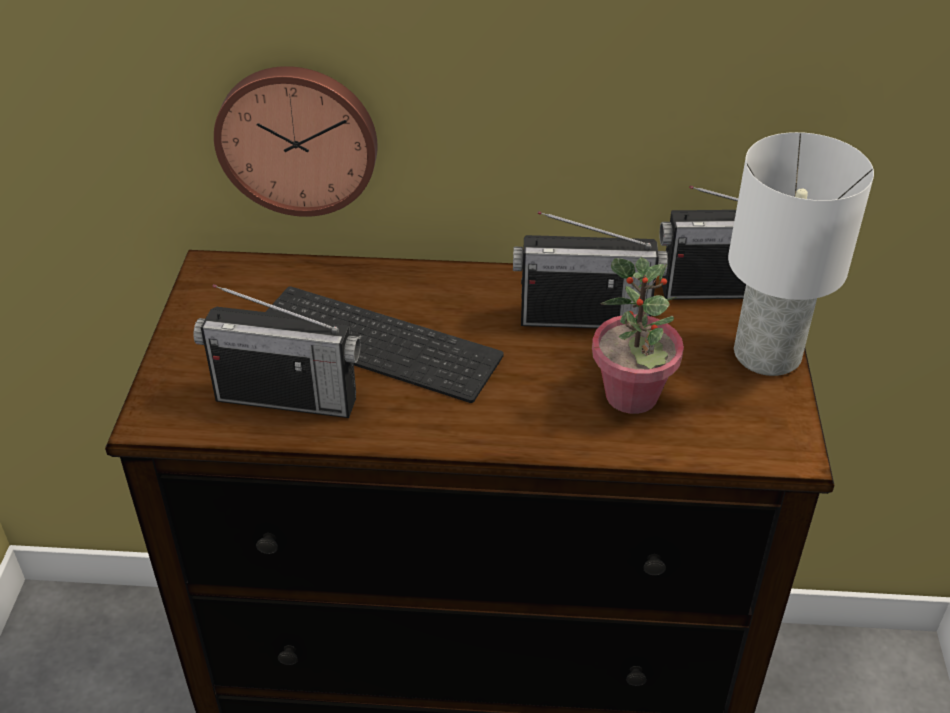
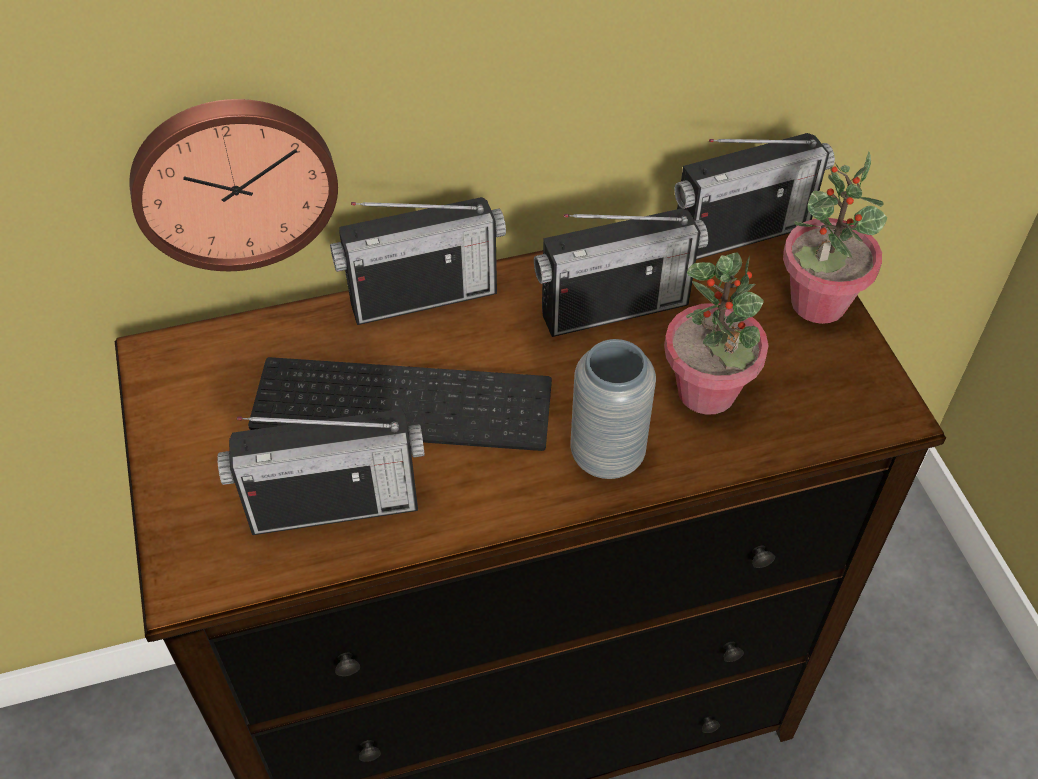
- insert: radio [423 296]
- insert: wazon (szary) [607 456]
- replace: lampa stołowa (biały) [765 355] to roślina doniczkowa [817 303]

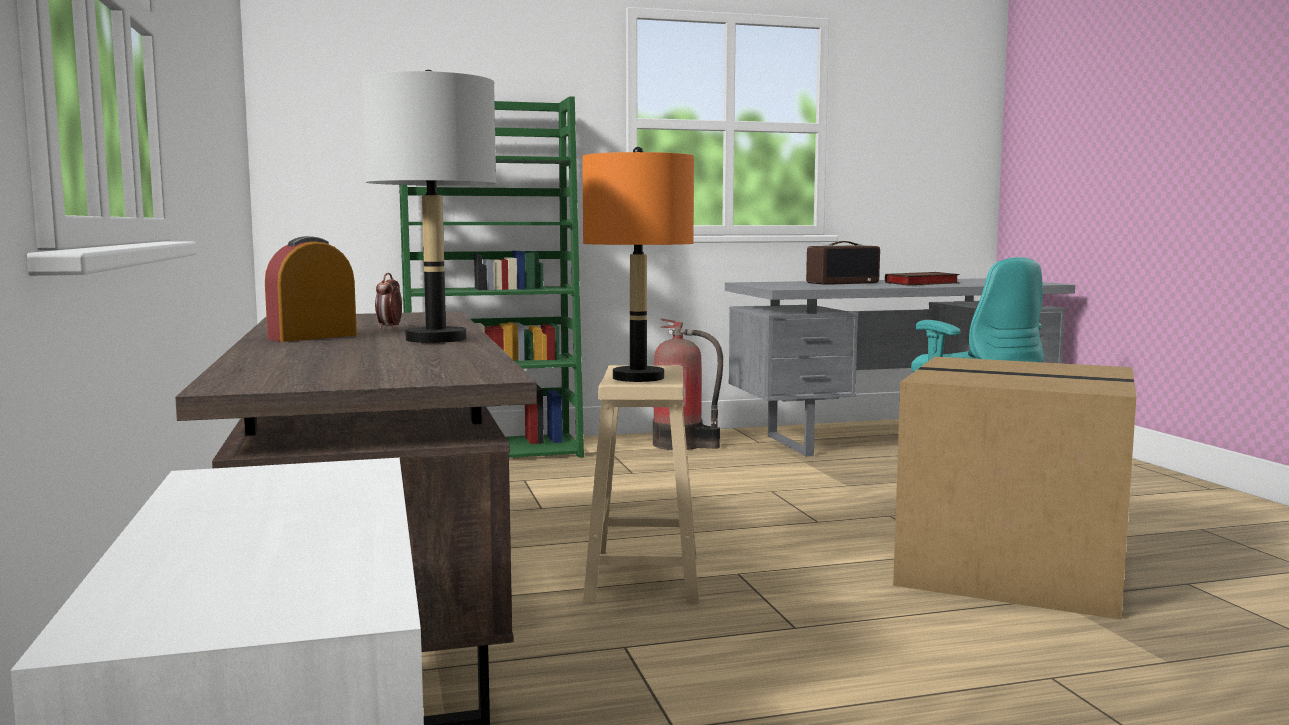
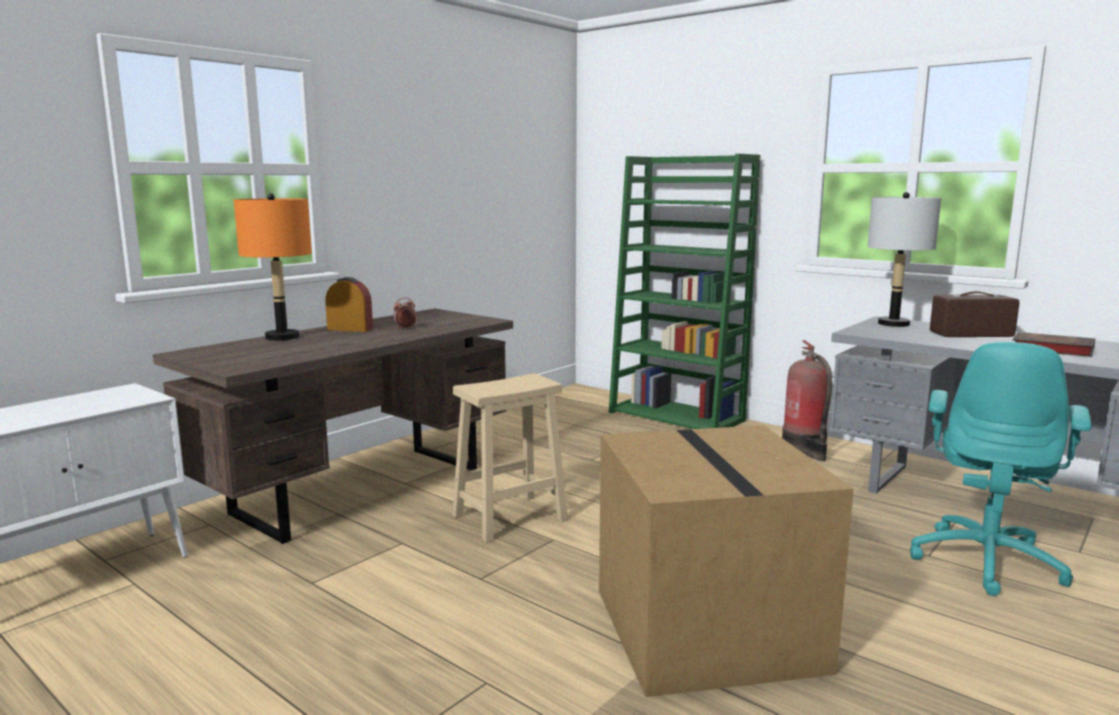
- move: lampa stołowa (szary) [437 339] to [894 324]
- move: lampa stołowa (pomarańczowy) [638 378] to [283 337]
- rotate: radio [842 283] = [971 334] 150 degrees clockwise

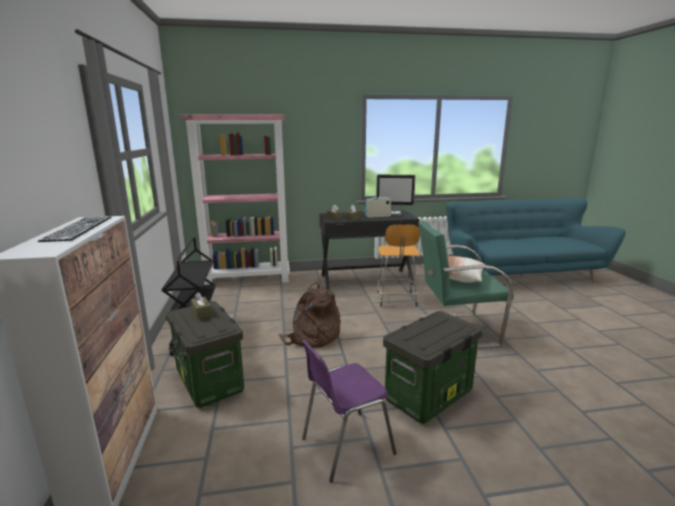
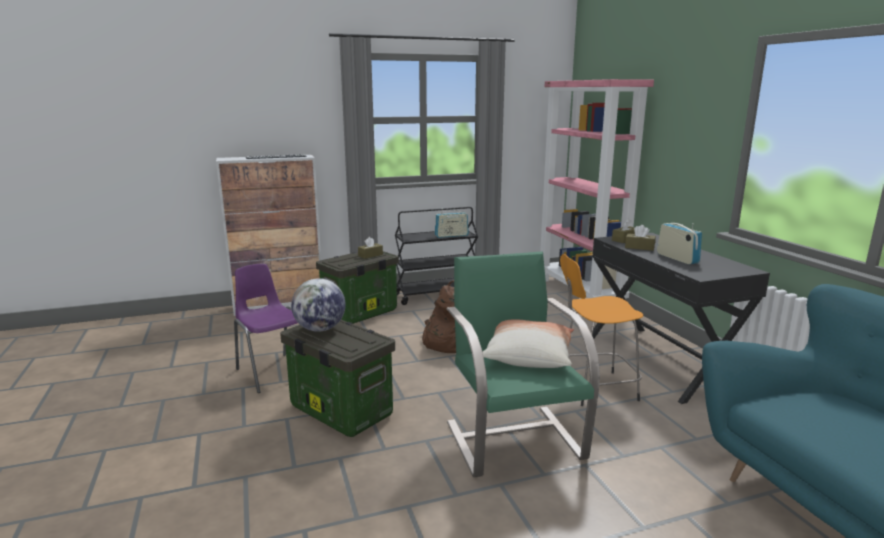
- delete: monitor [394 213]
- insert: globus [320 329]
- insert: radio [451 235]

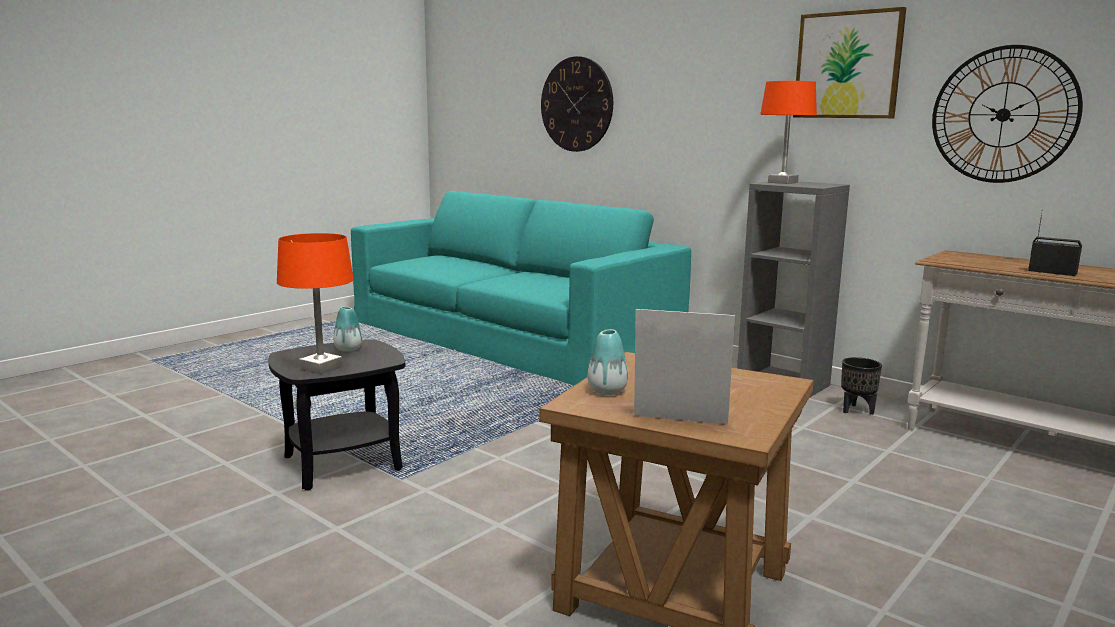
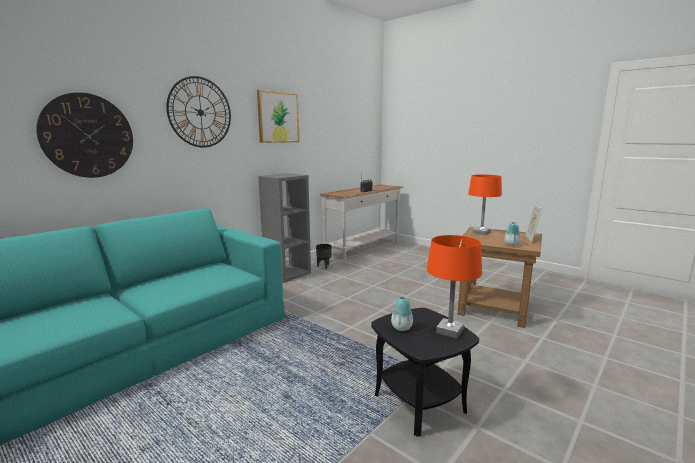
- move: lampa stołowa (pomarańczowy) [782 182] to [481 232]
- move: zegar ścienny [1003 115] to [200 112]

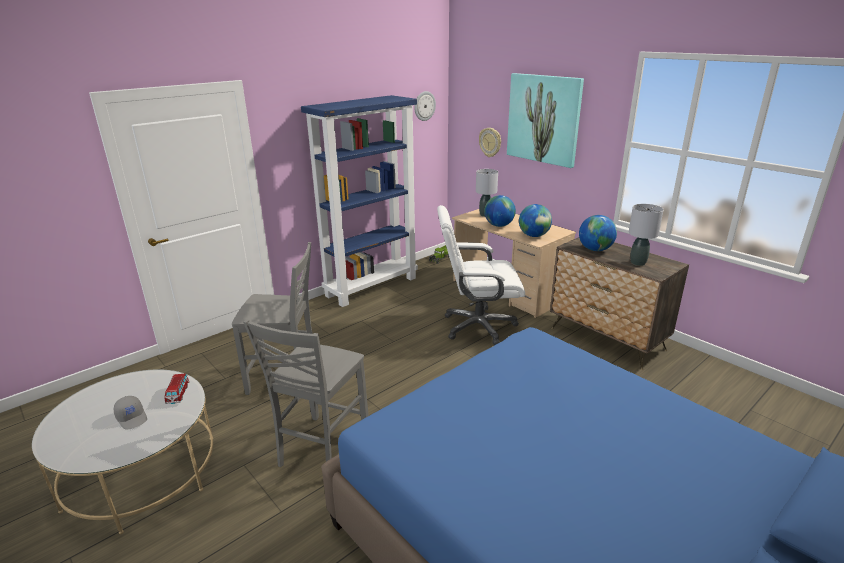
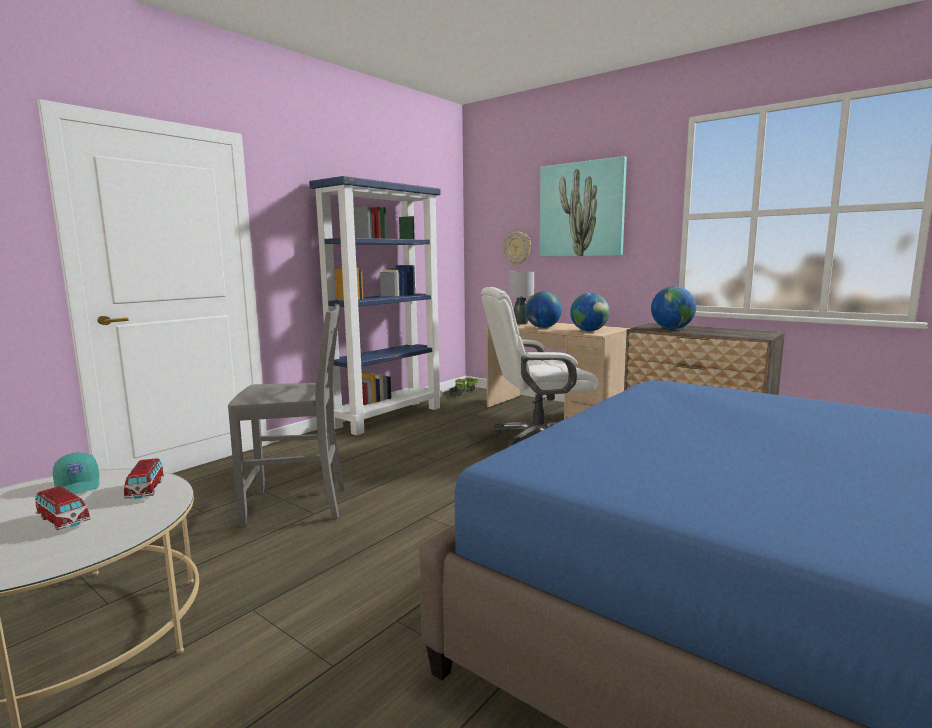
- delete: krzesło (szary) [322 449]
- delete: zegar ścienny [424 106]
- delete: lampa stołowa (szary) [638 263]
- insert: czapka z daszkiem (turkusowy) [79 485]
- replace: czapka z daszkiem (szary) [132 418] to samochodzik [63 520]

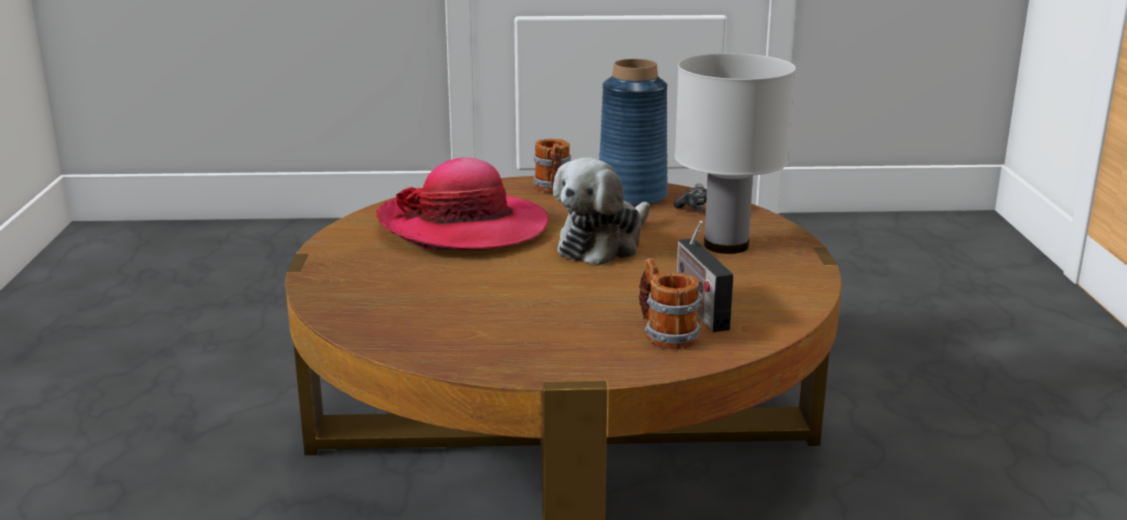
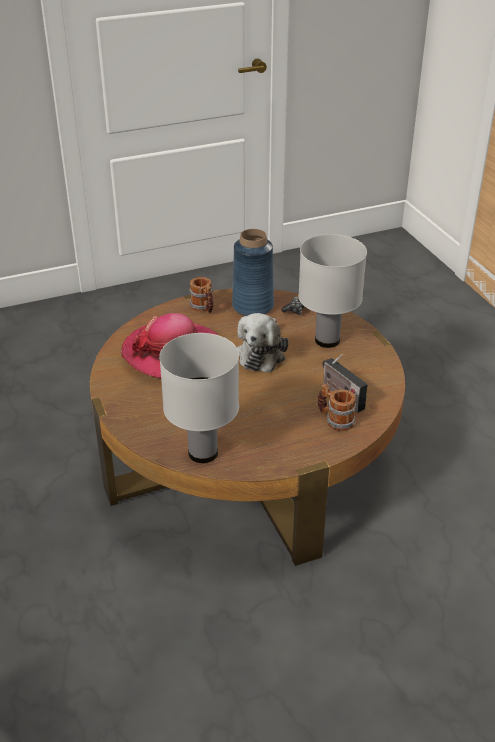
- insert: lampa stołowa (biały) [204 452]

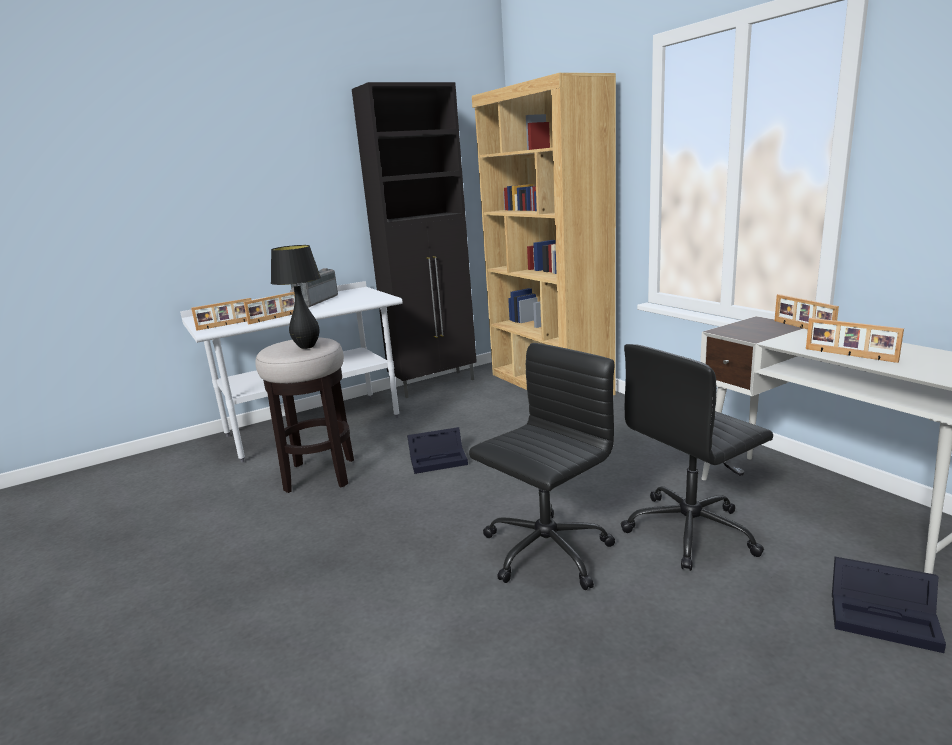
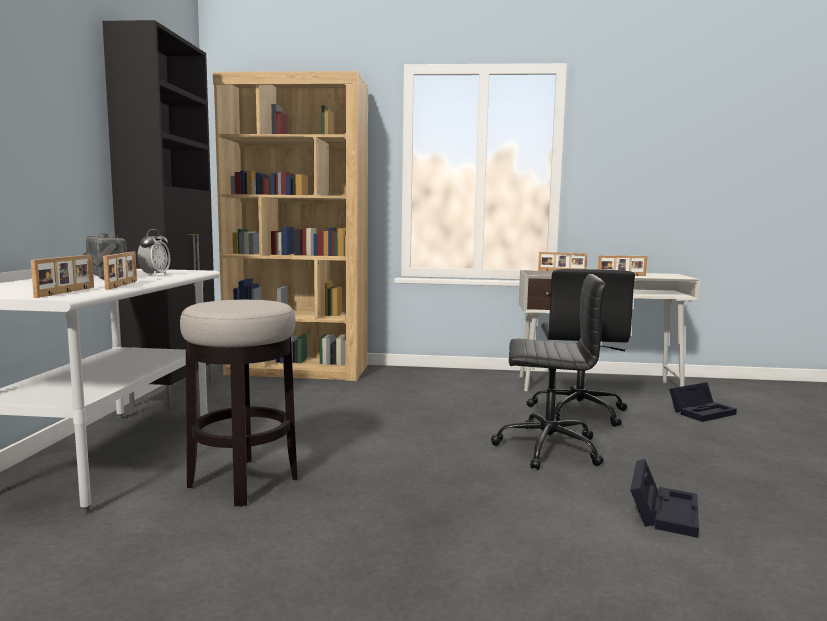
- delete: lampa stołowa (czarny) [307 347]
- insert: budzik [155 275]
- move: pojemnik do przechowywania (czarny) [439 459] to [662 511]
- rotate: krzesło biurowe (czarny) [544 552] = [546 447] 105 degrees clockwise

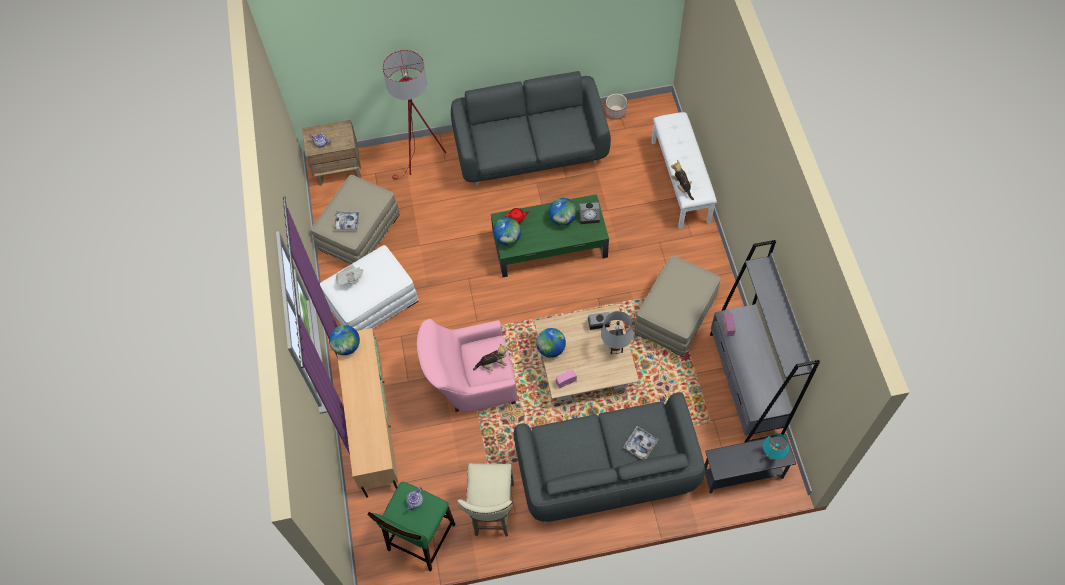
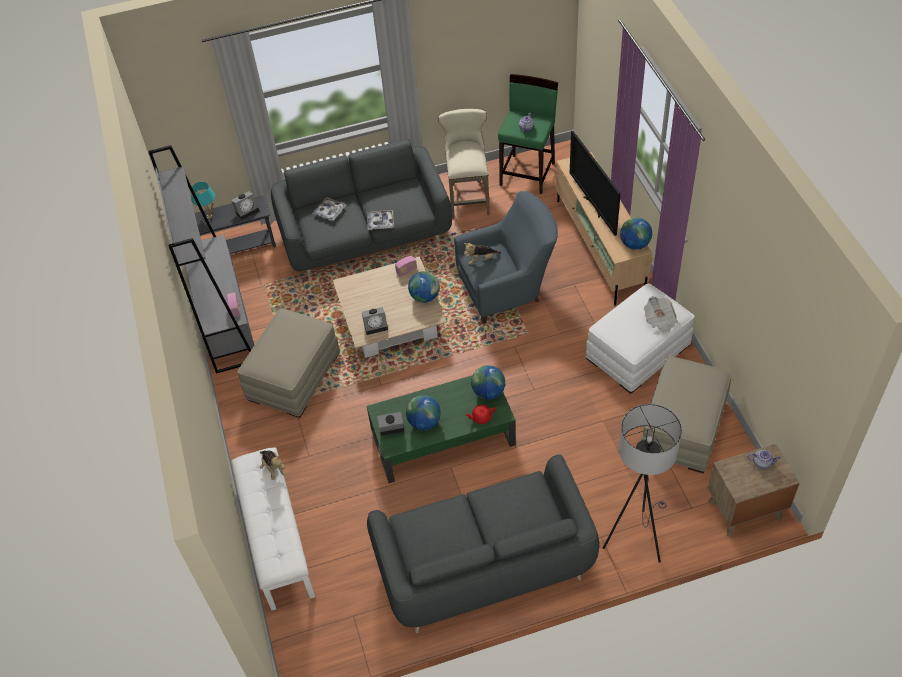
- delete: lampa stołowa (szary) [615 348]
- delete: donica [615 112]
- insert: budzik [247 210]
- insert: telewizor [594 206]
- move: taca [347 222] to [380 222]
- recolor: lampa stojąca (czerwony) [420 159] to lampa stojąca (szary) [635 535]
- recolor: fotel (różowy) [471 383] to fotel (niebieski) [508 289]

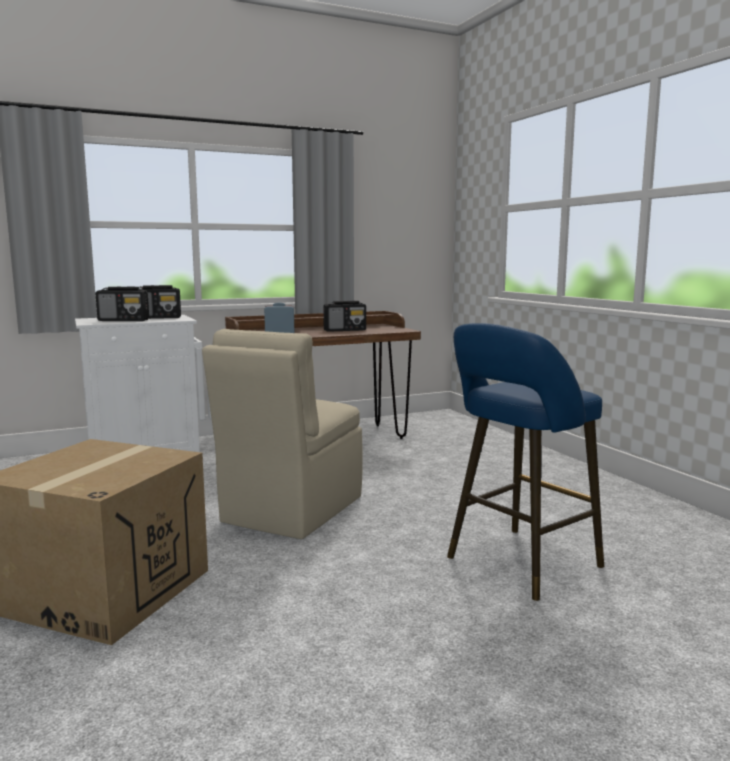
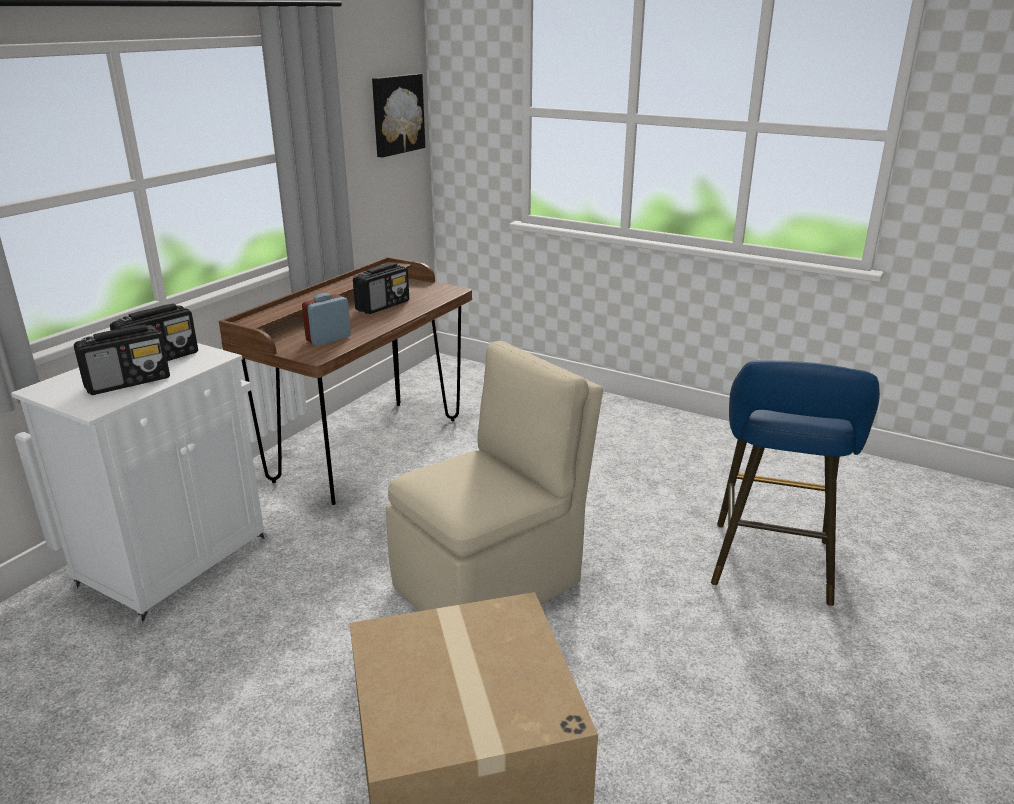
- insert: obraz [396 114]
- rotate: krzesło (beżowy) [290 510] = [491 583] 120 degrees counterclockwise

